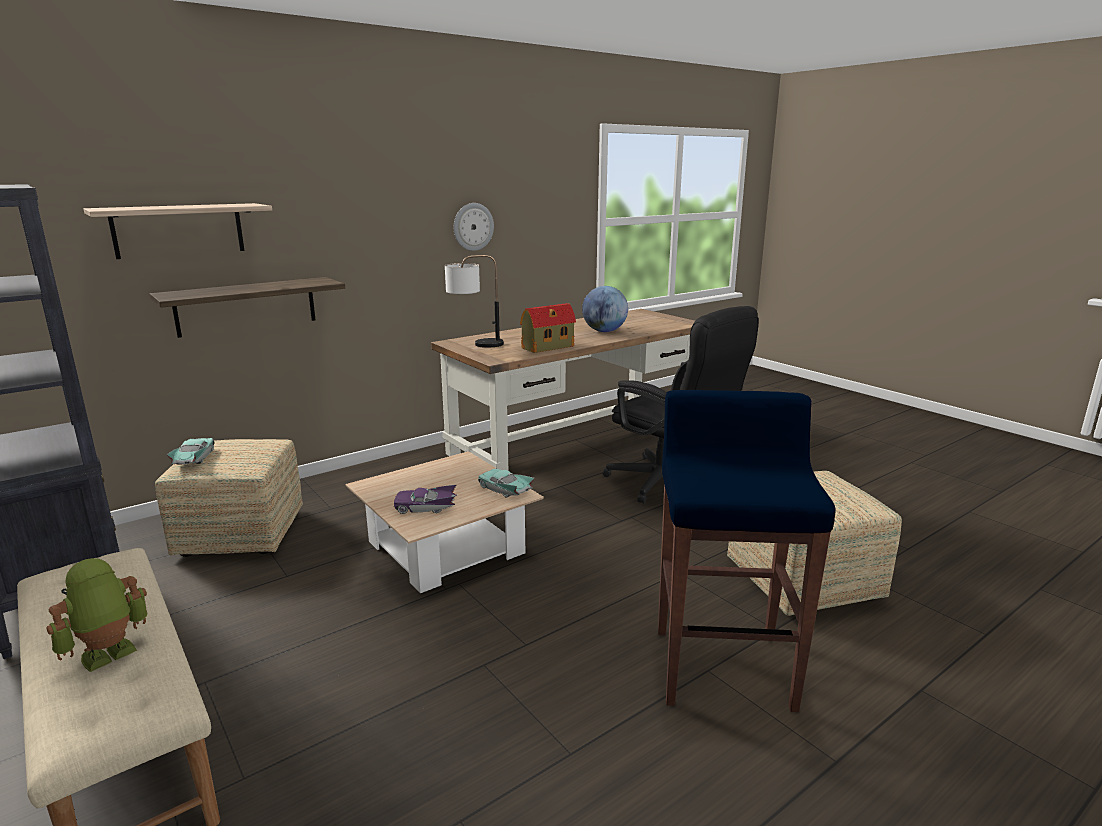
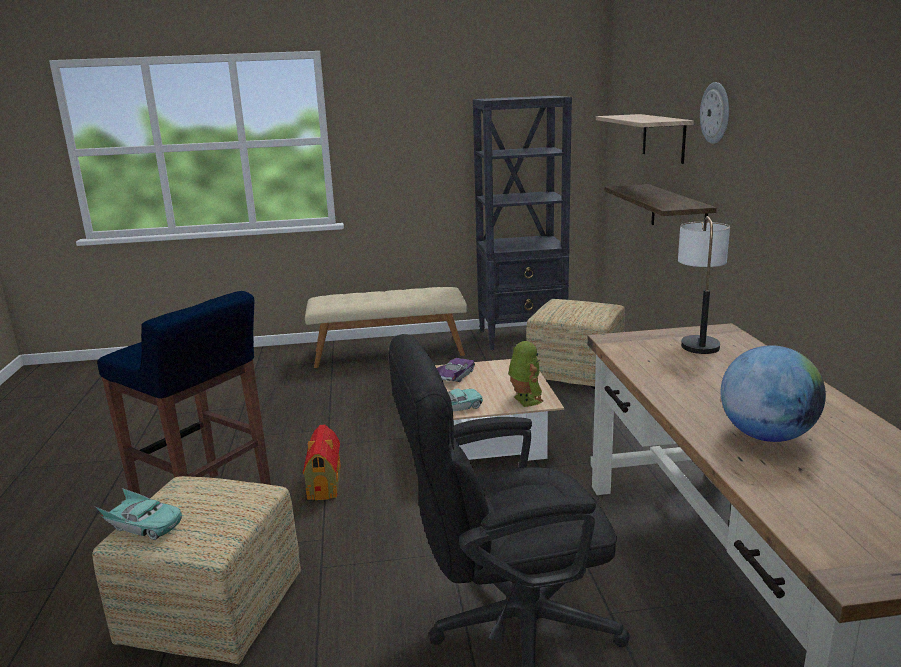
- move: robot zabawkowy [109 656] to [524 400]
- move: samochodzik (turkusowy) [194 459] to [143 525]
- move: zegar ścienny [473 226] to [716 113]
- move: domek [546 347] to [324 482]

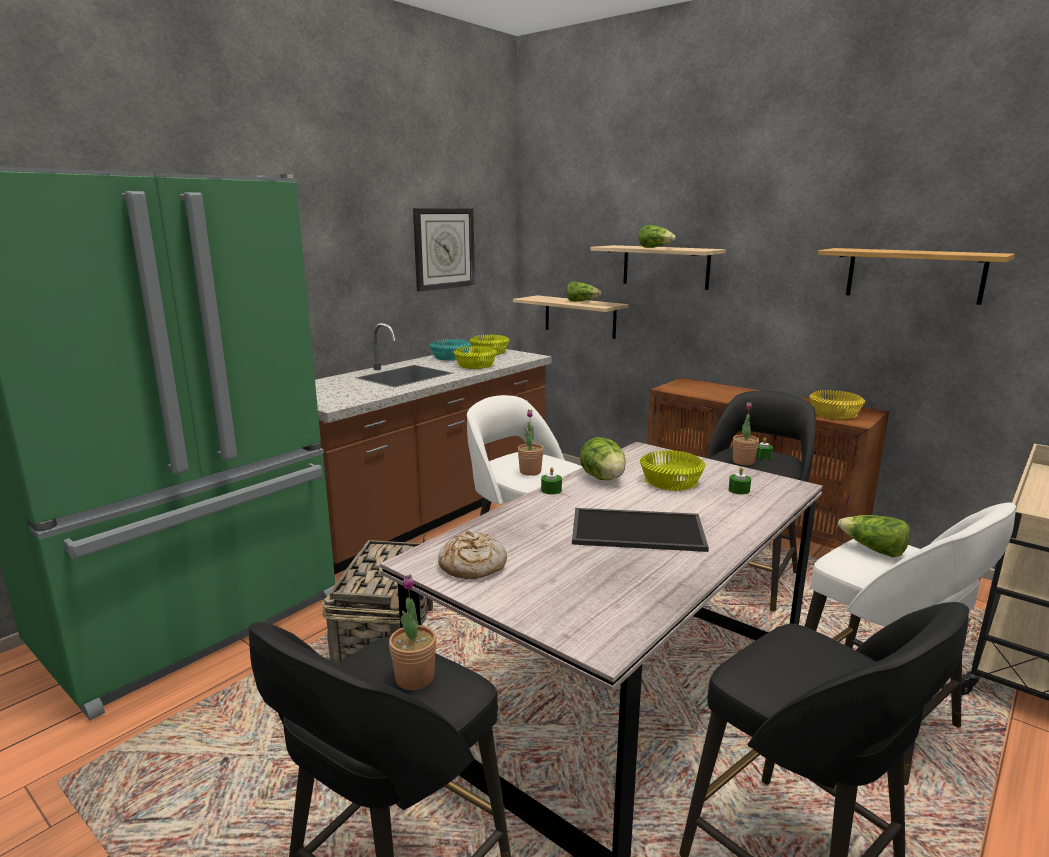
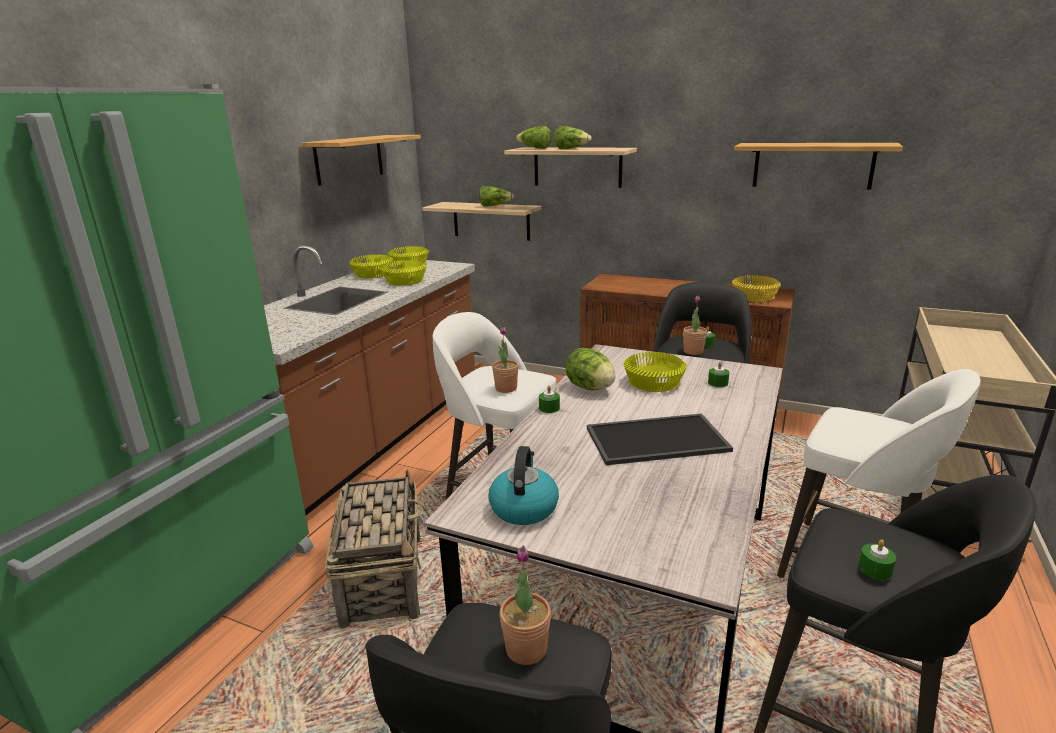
- insert: świeca (zielony) [875 569]
- move: sałata [873 549] to [534 148]
- replace: zegar ścienny [444 248] to półka [349 159]
- replace: chleb [472 566] to czajnik [523 507]
- recolor: miska (turkusowy) [451 357] to miska (żółty) [373 274]

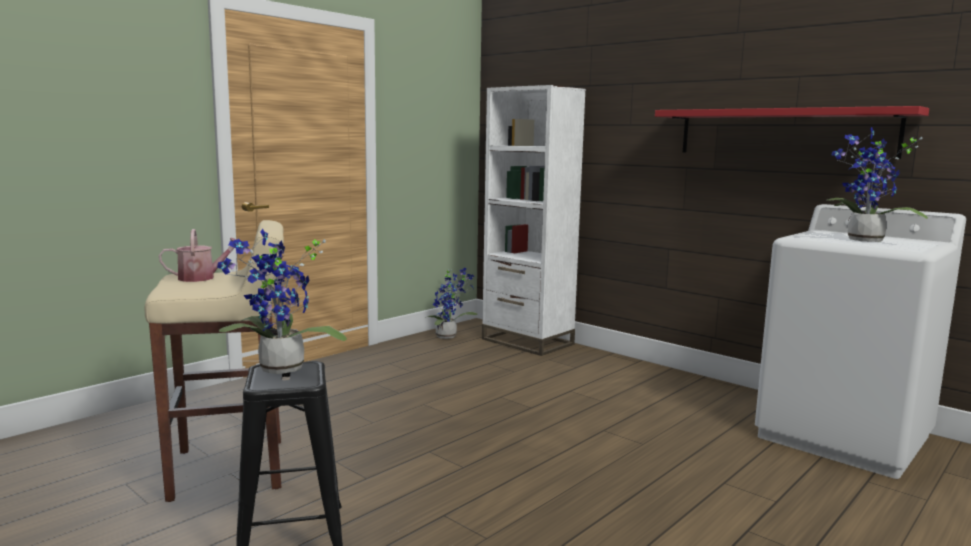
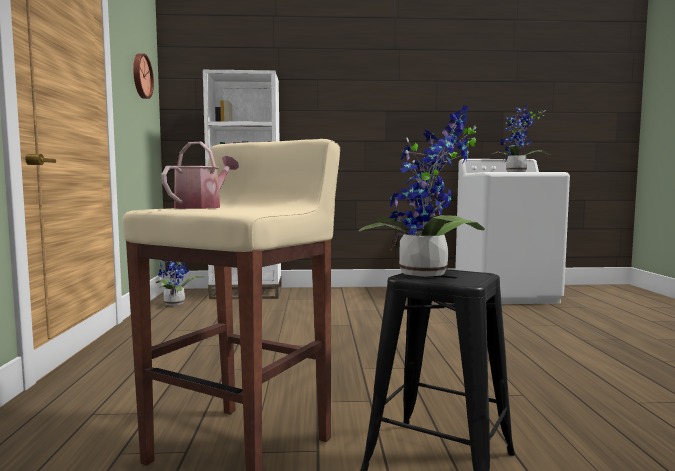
- delete: półka (czerwony) [783 132]
- insert: zegar ścienny [141 76]

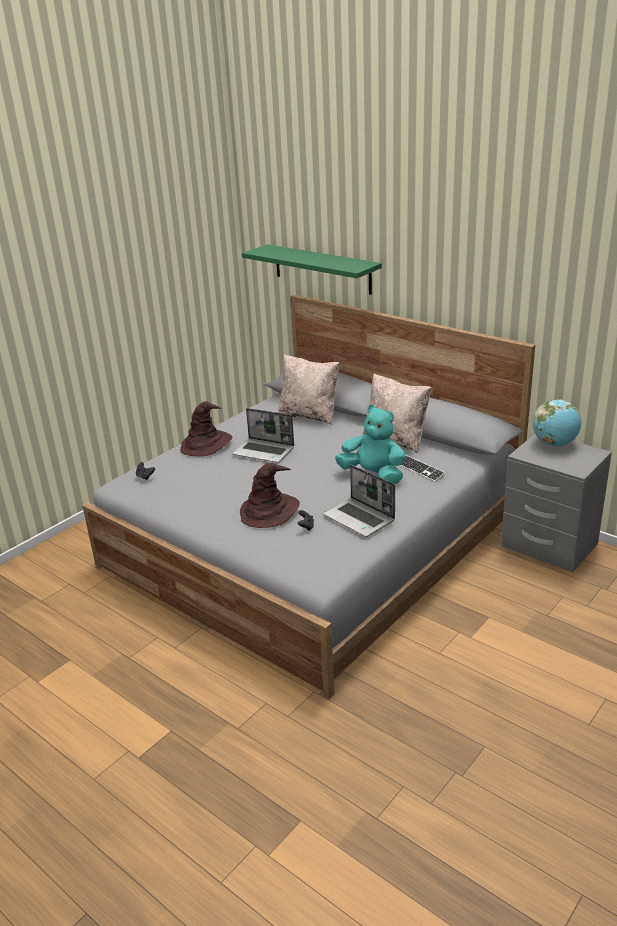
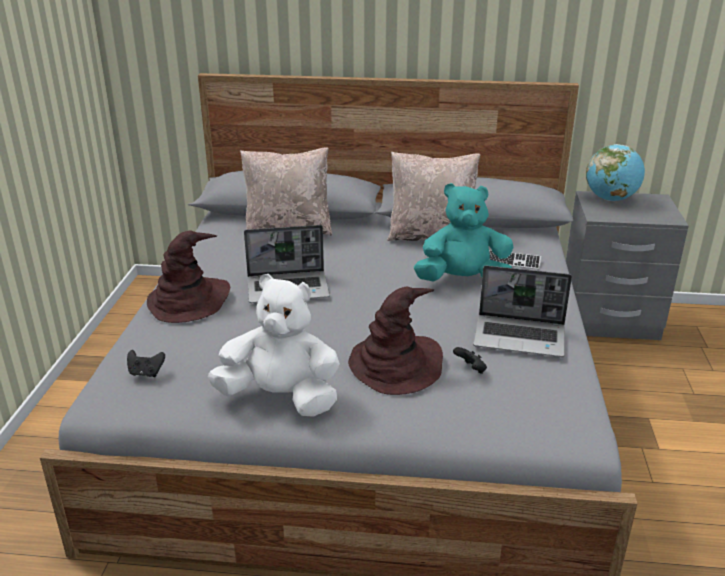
- delete: półka (zielony) [322 269]
- insert: pluszak (biały) [281 398]

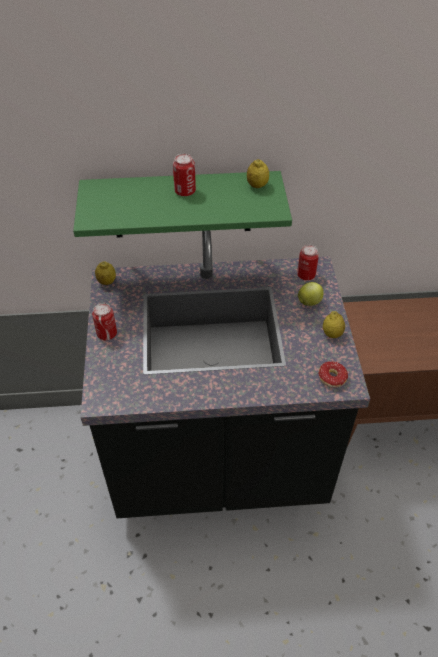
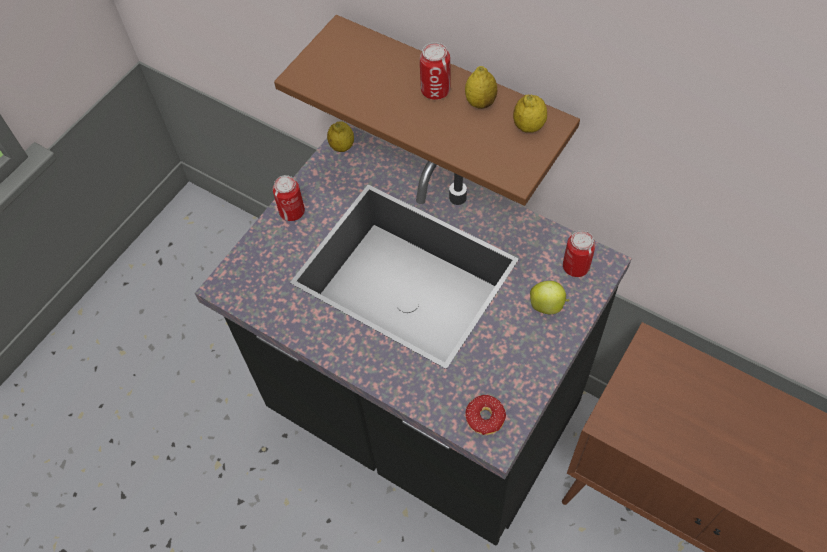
- move: cytryna [332 334] to [480 102]
- recolor: półka (zielony) [182 205] to półka (brązowy) [452 99]

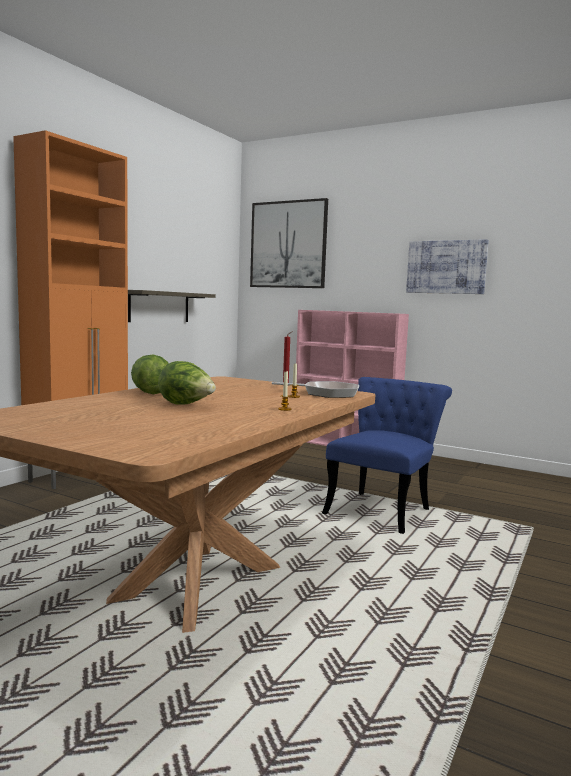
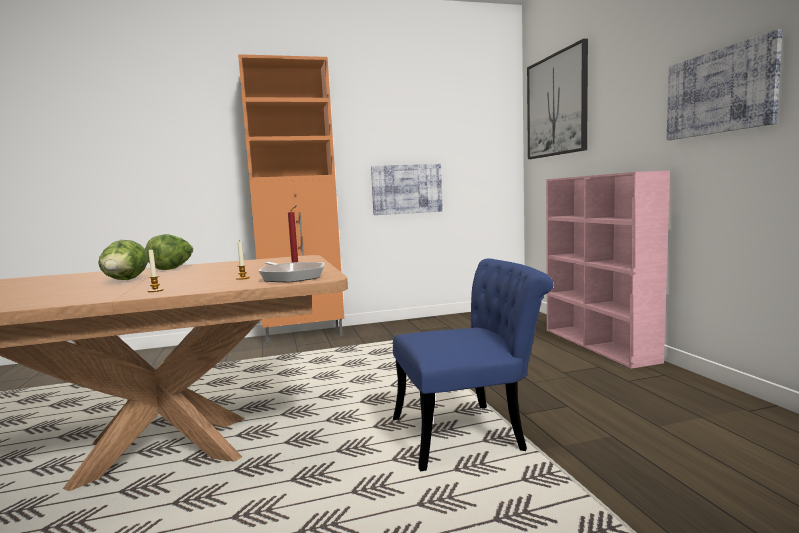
- replace: półka [159 307] to obraz [407 189]

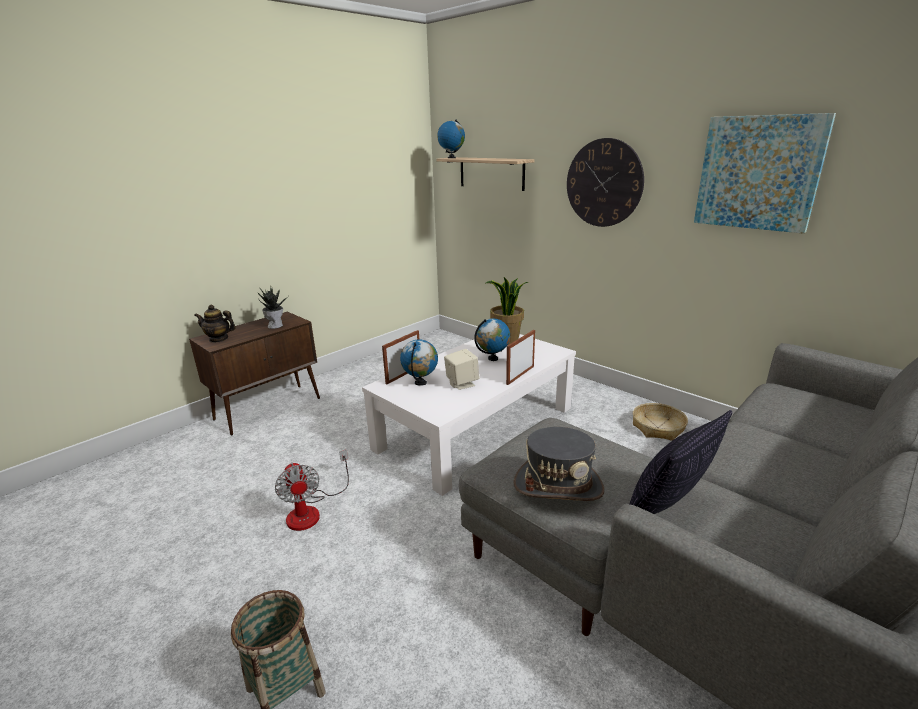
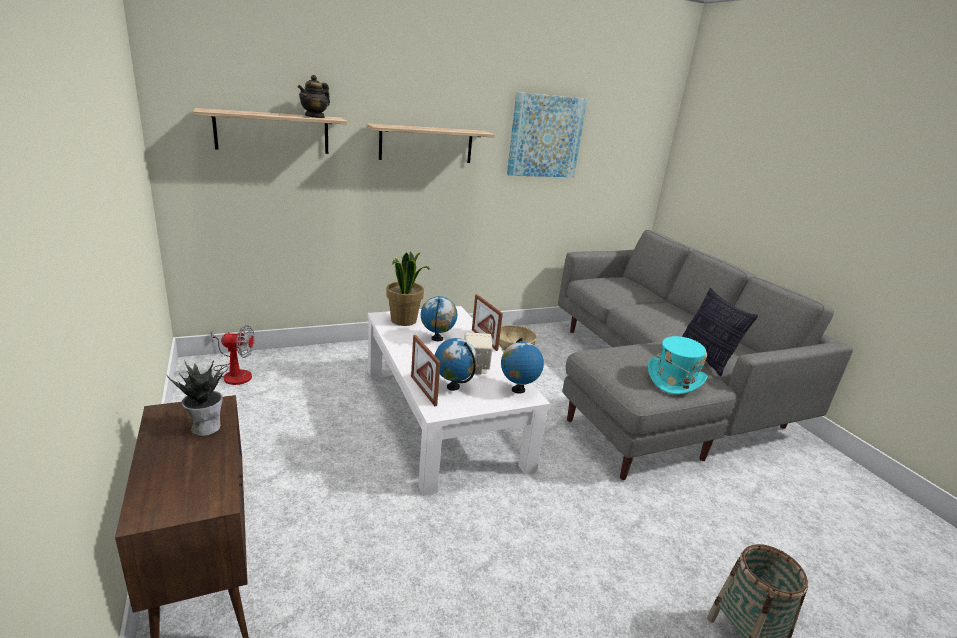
- move: imbryk [218 339] to [315 116]
- move: wentylator [311 511] to [234 373]
- move: globus [451 158] to [518 390]
- replace: zegar ścienny [604 183] to półka [426 144]
- recolor: kapelusz (szary) [558 485] to kapelusz (turkusowy) [674 379]

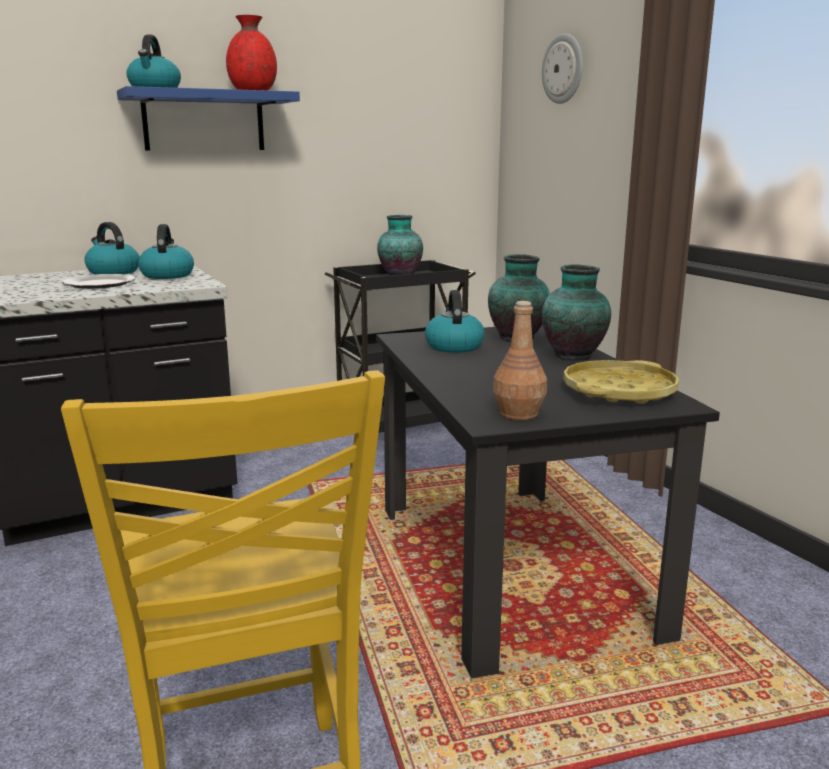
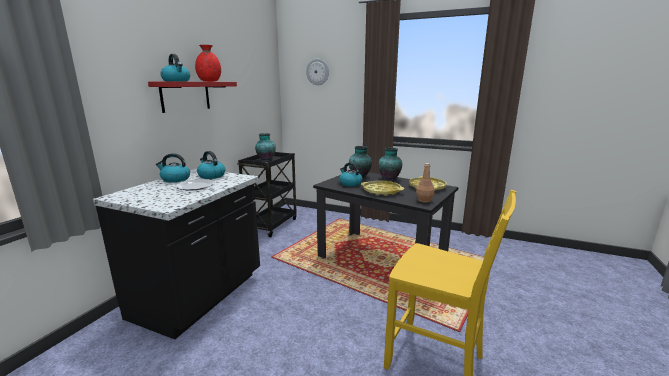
- insert: taca (żółty) [381 191]
- recolor: półka (niebieski) [204 121] to półka (czerwony) [185 96]

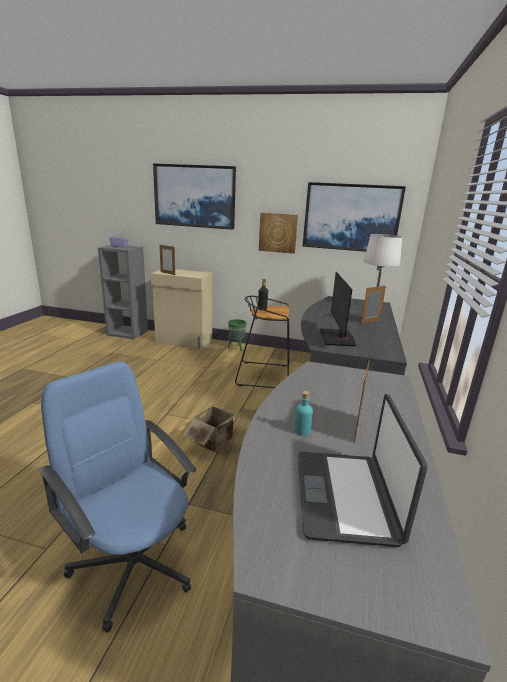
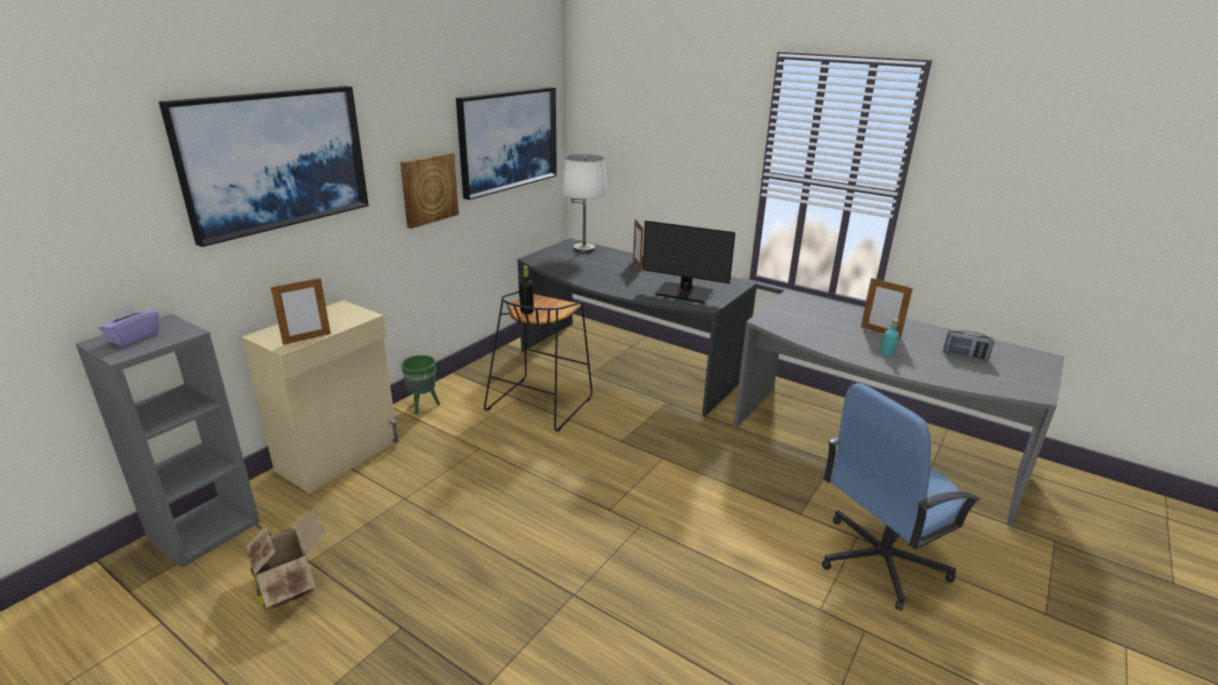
- move: karton [216 442] to [290 584]
- replace: laptop [346 496] to radio [964 356]

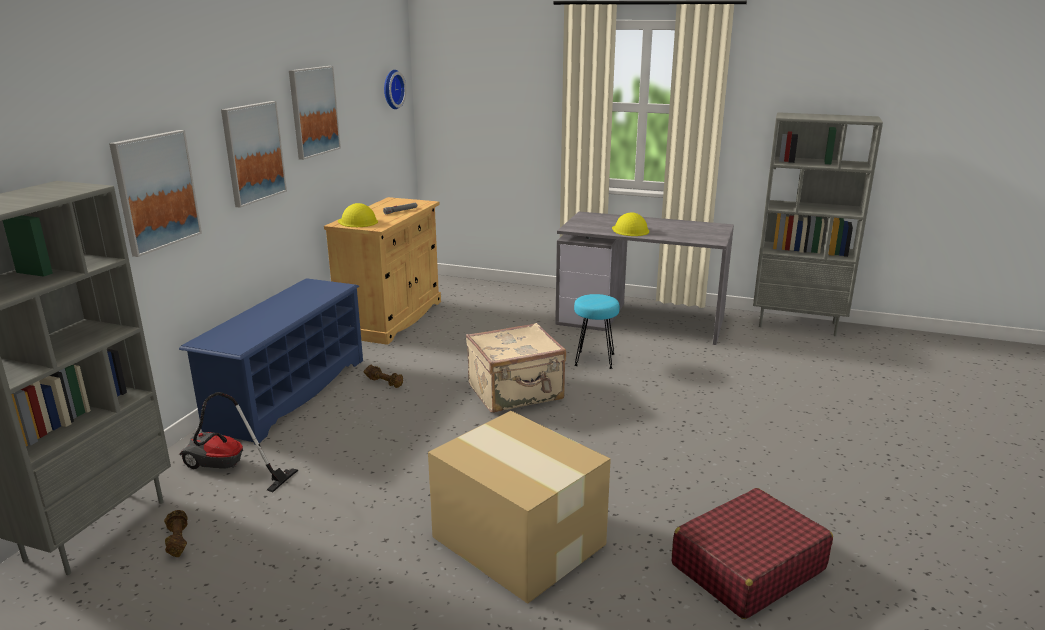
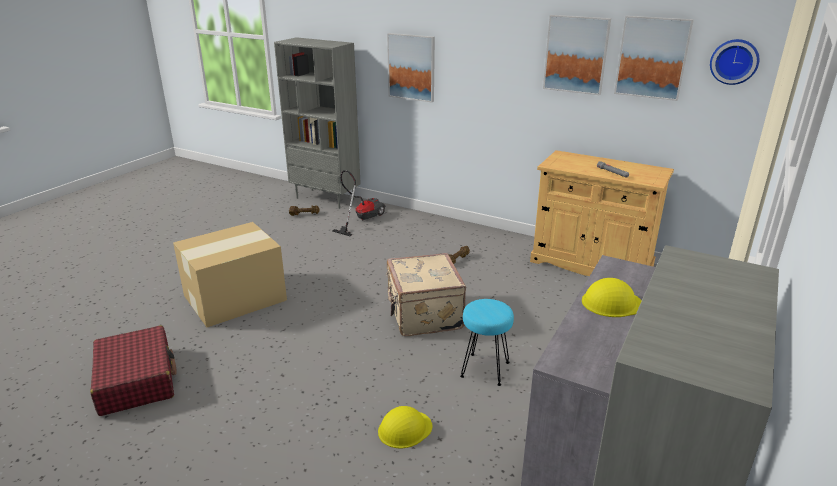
- delete: regał na buty (niebieski) [288 393]
- move: obraz [253 152] to [652 58]
- move: kask (żółty) [358 222] to [404 429]

